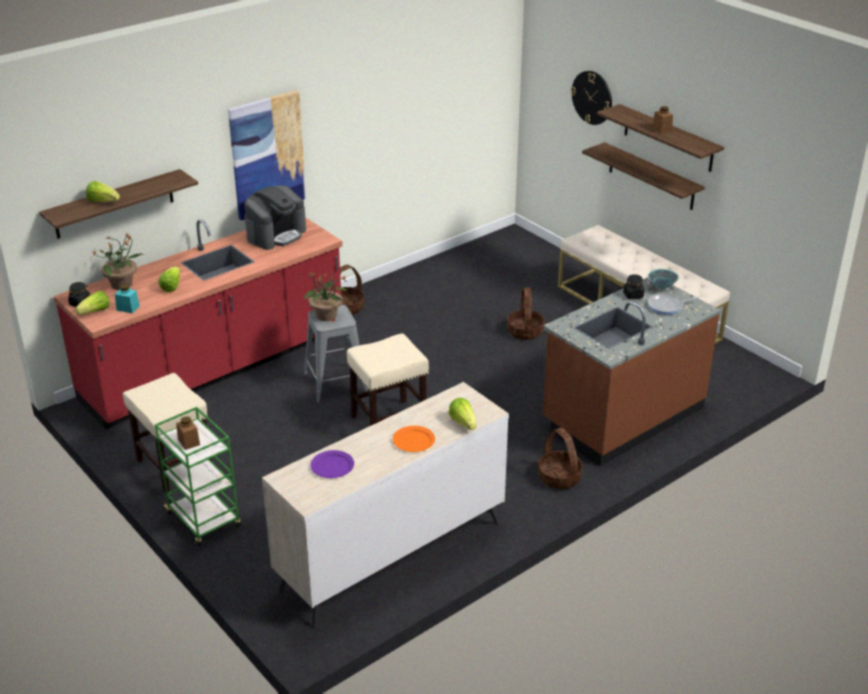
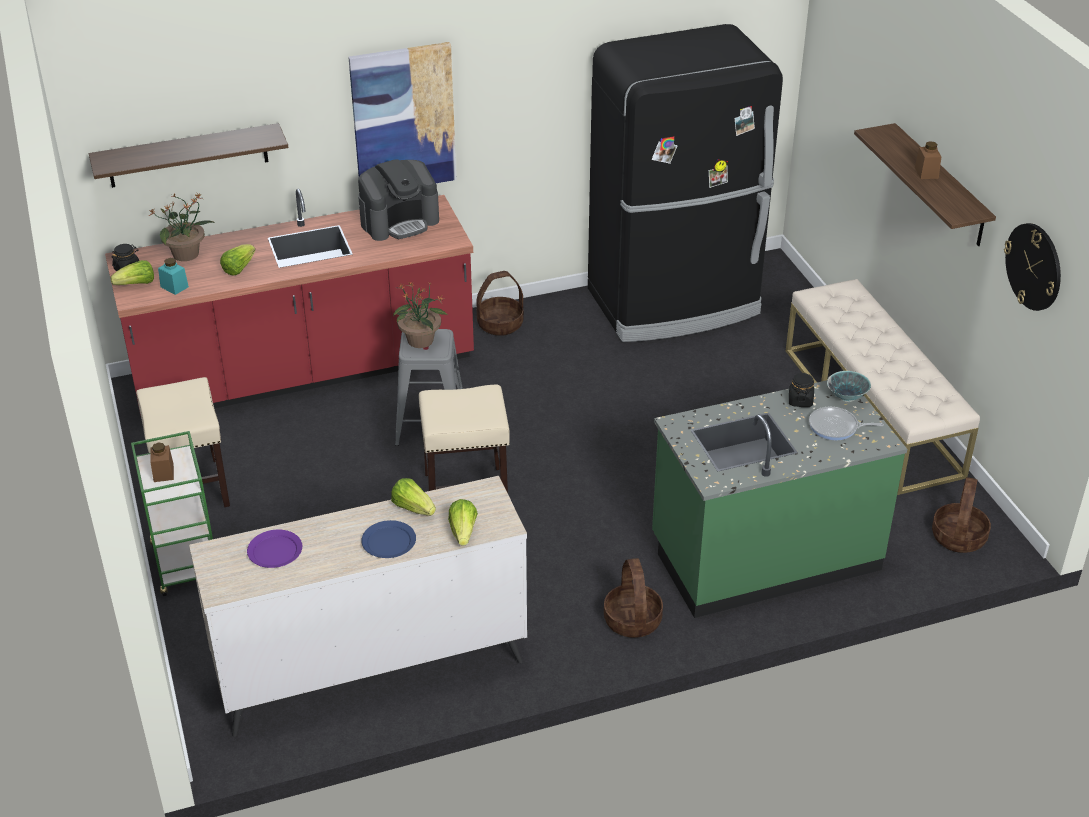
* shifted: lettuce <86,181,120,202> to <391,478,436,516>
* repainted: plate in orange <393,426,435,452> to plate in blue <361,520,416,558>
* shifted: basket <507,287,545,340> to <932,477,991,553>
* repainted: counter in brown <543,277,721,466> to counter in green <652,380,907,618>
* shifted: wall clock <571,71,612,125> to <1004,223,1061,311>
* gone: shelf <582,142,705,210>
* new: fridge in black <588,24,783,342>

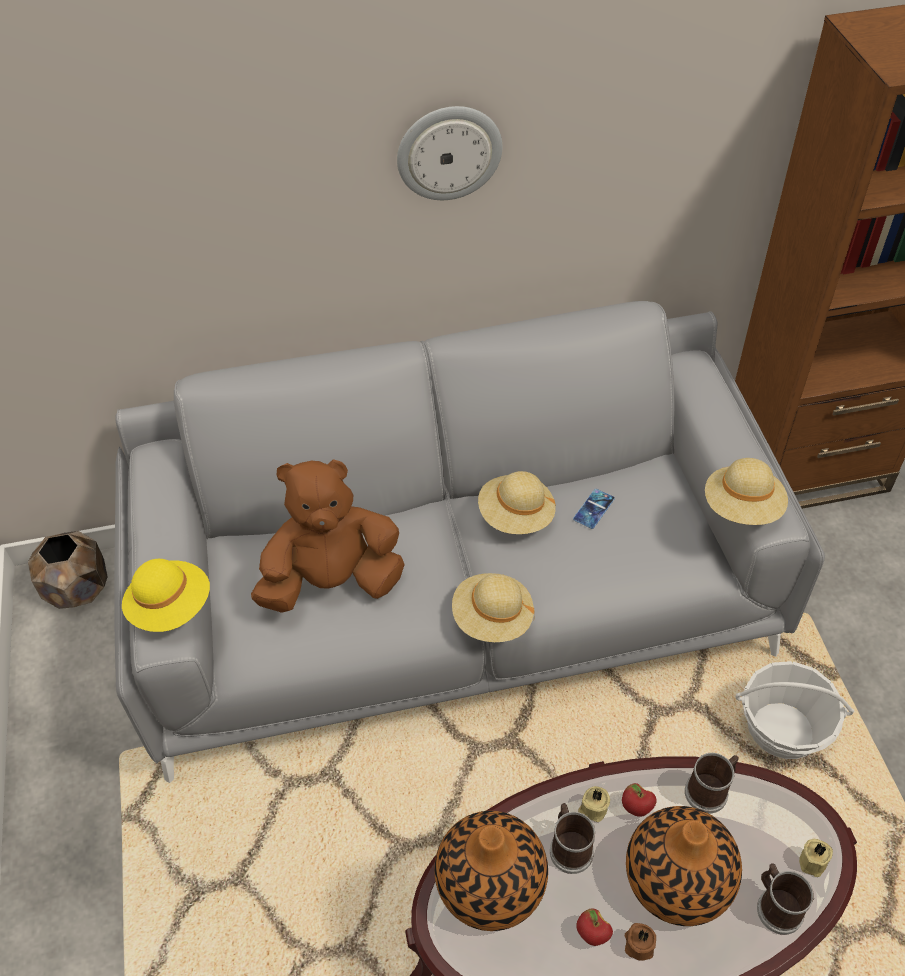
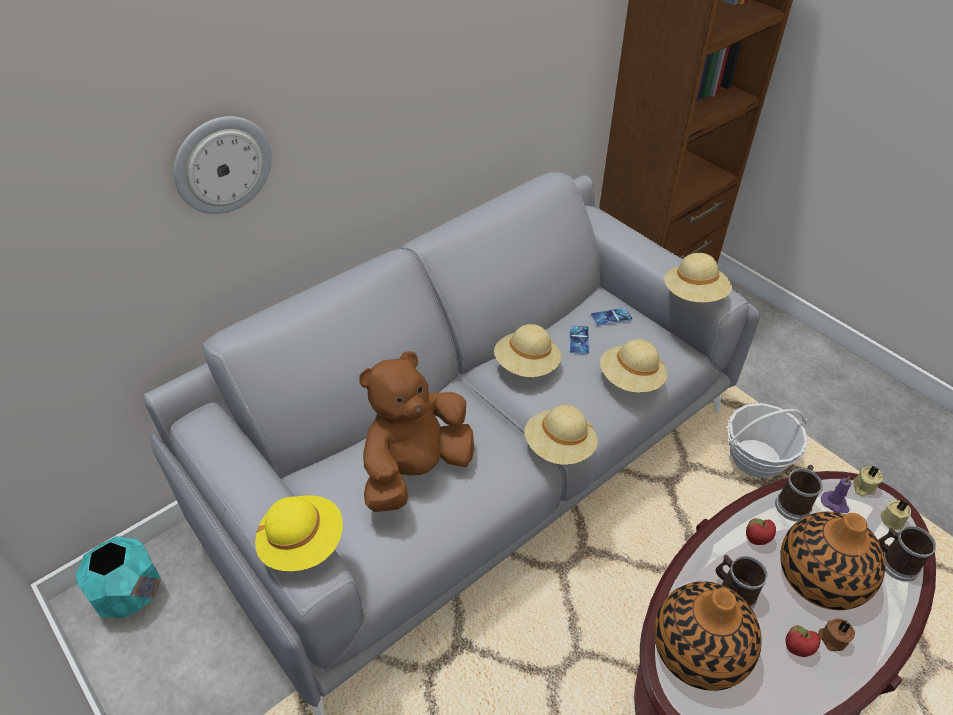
* repainted: planter in brown <28,531,108,609> to planter in turquoise <76,536,161,619>
* shifted: wall clock <397,106,503,200> to <174,116,272,214>
* shifted: candle in beige <578,786,610,822> to <853,466,883,496>
* new: phone <591,307,632,326>
* new: hat in beige <600,339,667,393>
* new: candle in purple <821,476,852,513>

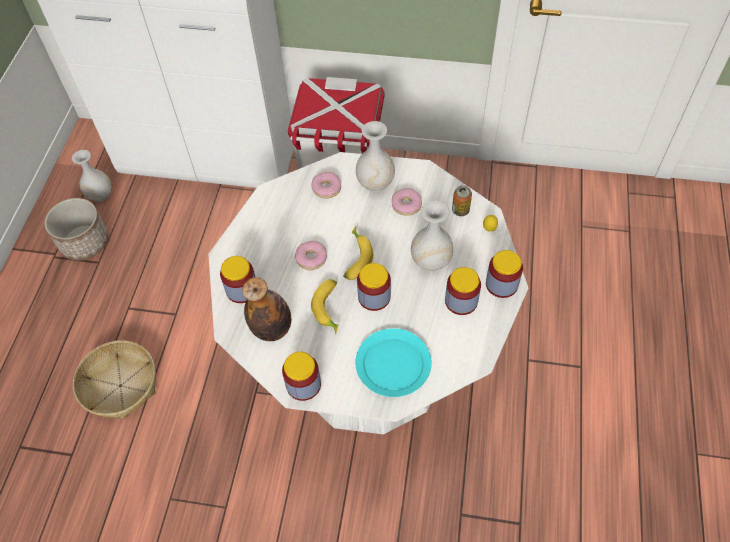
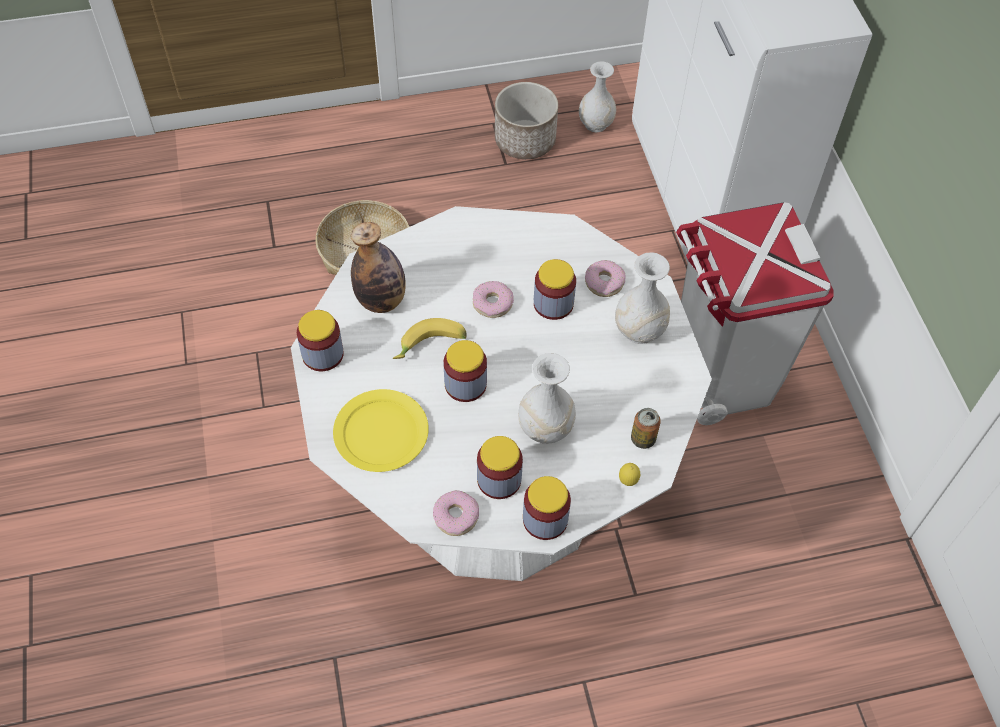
* shifted: jar <220,256,255,303> to <534,259,576,320>
* gone: banana <343,226,373,280>
* repainted: plate in turquoise <355,328,432,397> to plate in yellow <333,389,429,472>
* shifted: donut <392,188,422,216> to <433,490,479,536>

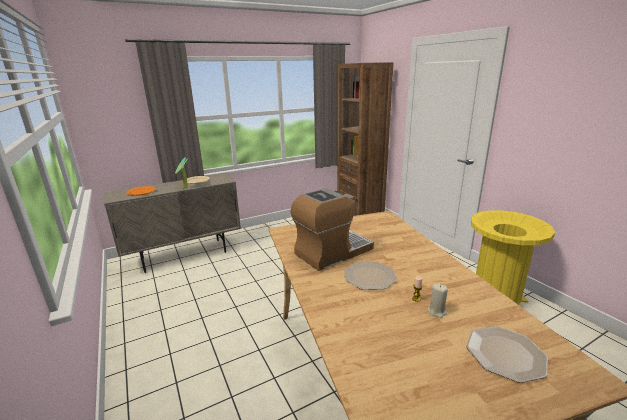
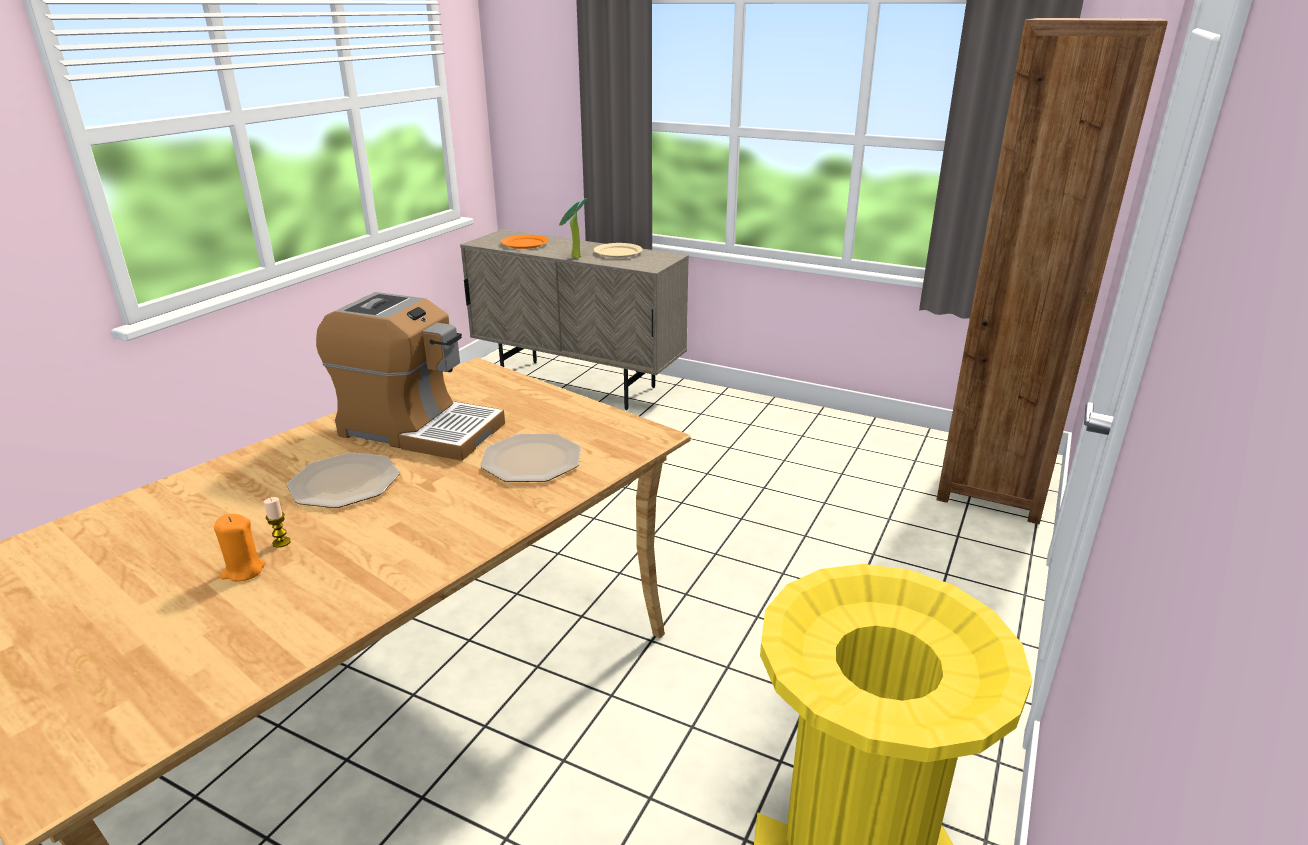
* repainted: candle in beige <427,284,448,318> to candle in orange <214,514,265,582>
* shifted: plate <466,326,548,383> to <480,433,581,482>

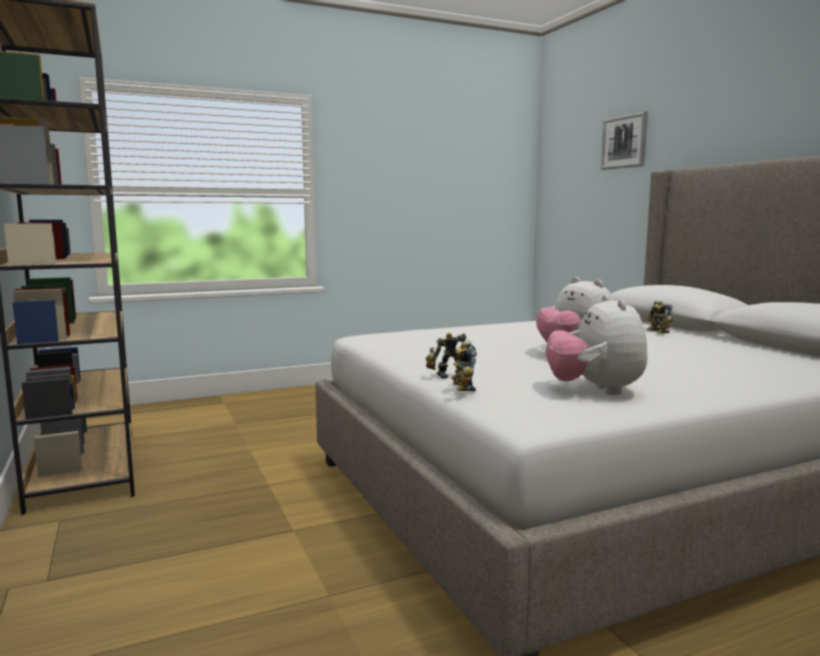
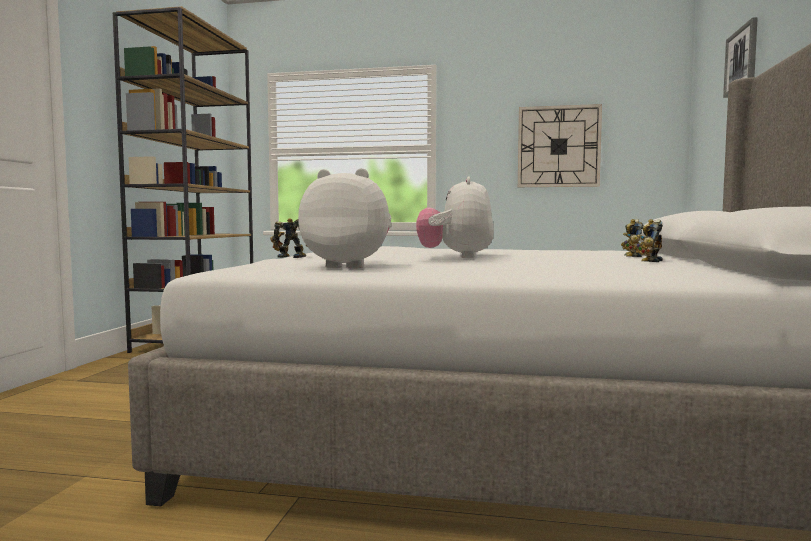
* shifted: toy robot <452,340,477,391> to <634,219,663,262>
* rotated: plush toy <546,295,647,395> = <298,168,391,269> 75 degrees clockwise
* new: wall clock <518,104,602,187>

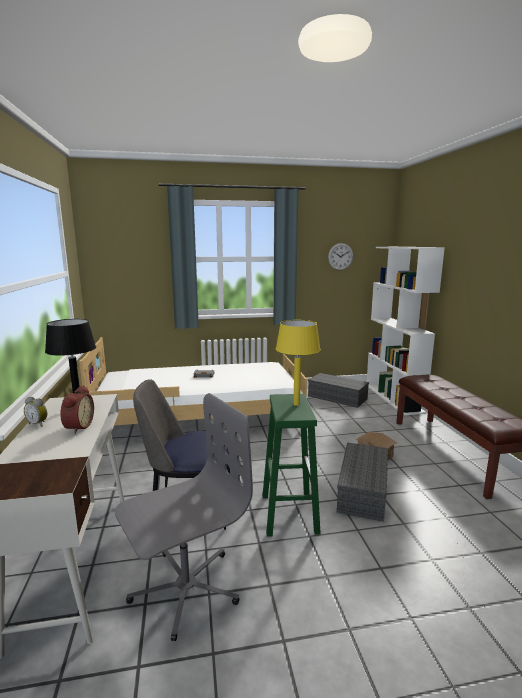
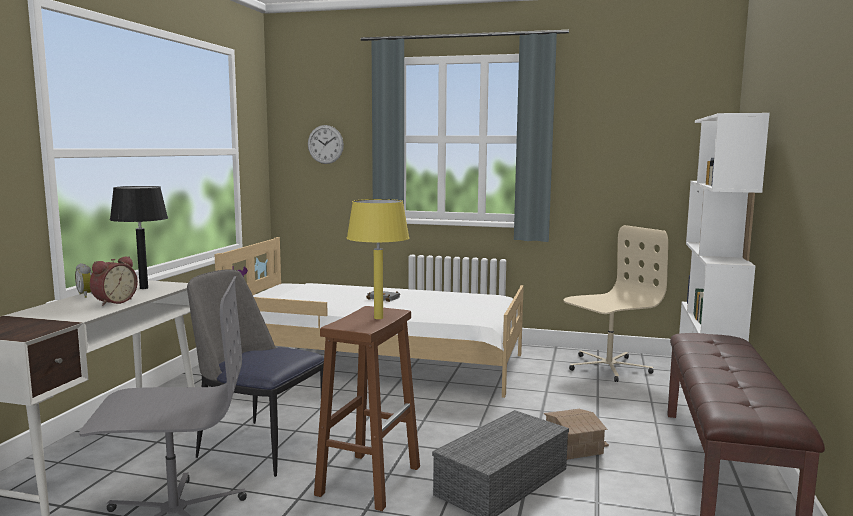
* repainted: stool in green <263,394,321,537> to stool in brown <314,306,420,511>
* swapped: storage box in grey <308,373,369,408> to office chair in beige <564,225,668,382>
* shifted: wall clock <328,243,353,270> to <308,125,344,164>

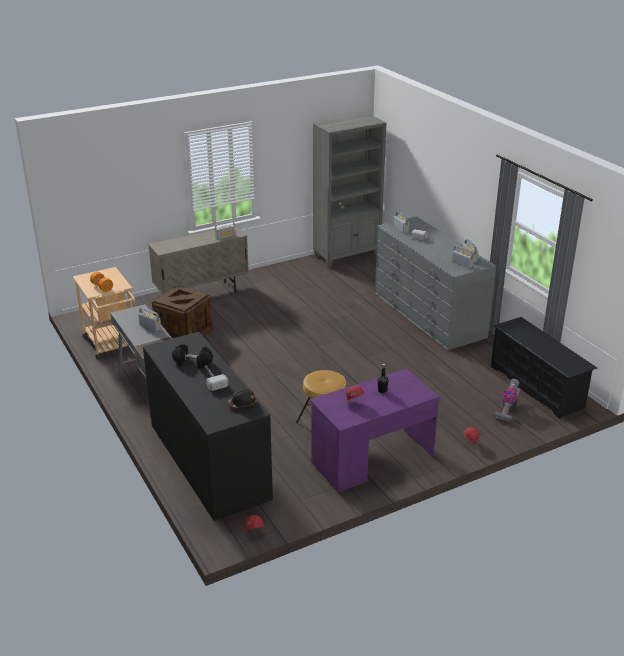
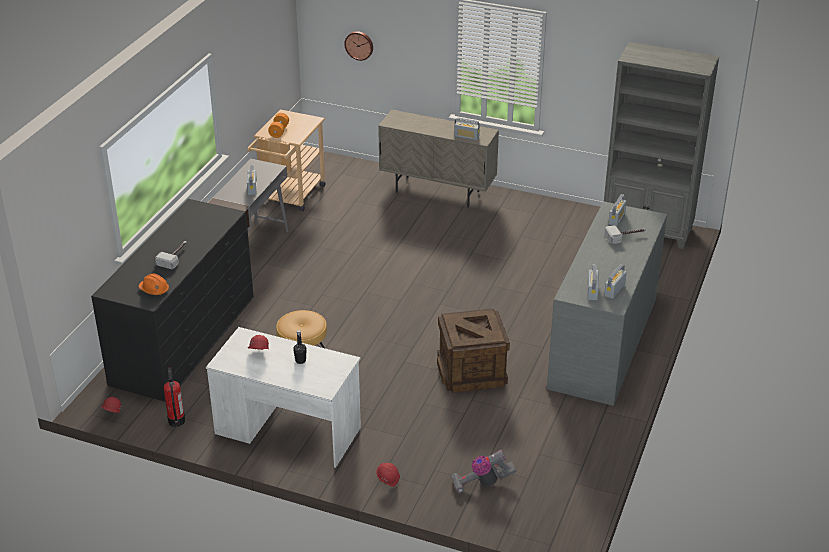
* shifted: crate <152,286,213,339> to <437,308,510,393>
* gone: dumbbell in black <172,344,213,368>
* repainted: hard hat in black <227,388,257,408> to hard hat in orange <139,273,169,295>
* repainted: desk in purple <310,369,440,493> to desk in white <206,327,361,468>
* gone: shoe rack in black <491,317,597,419>
* new: fire extinguisher <164,367,185,427>
* new: wall clock <344,31,373,61>

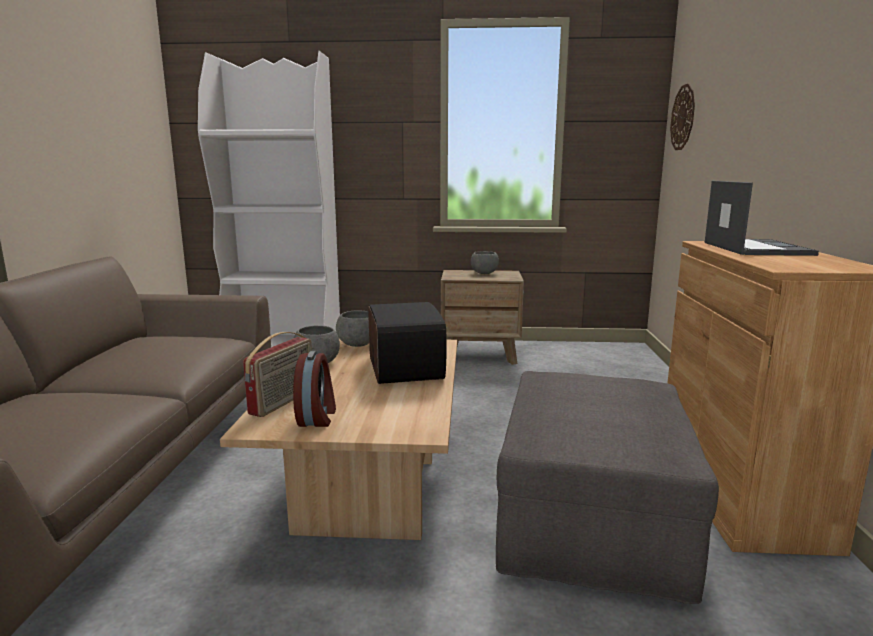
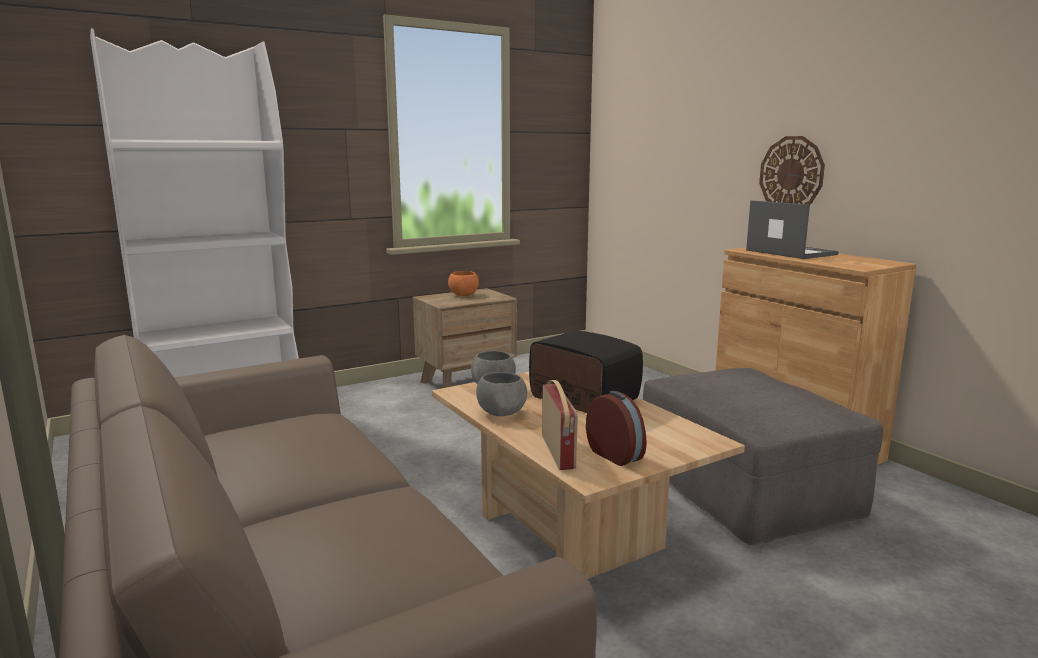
* repainted: bowl in grey <471,251,499,274> to bowl in orange <448,271,479,296>
* shifted: wall clock <670,83,695,150> to <759,136,825,205>

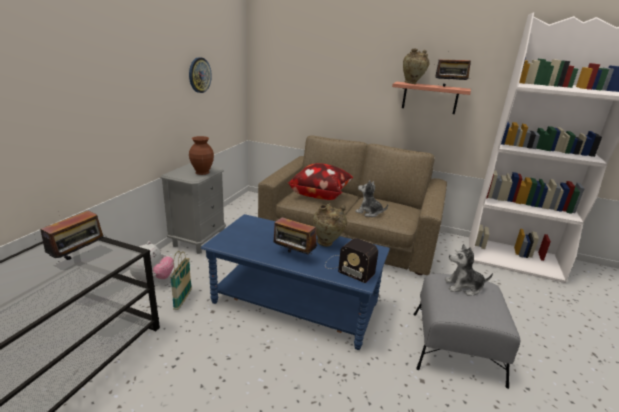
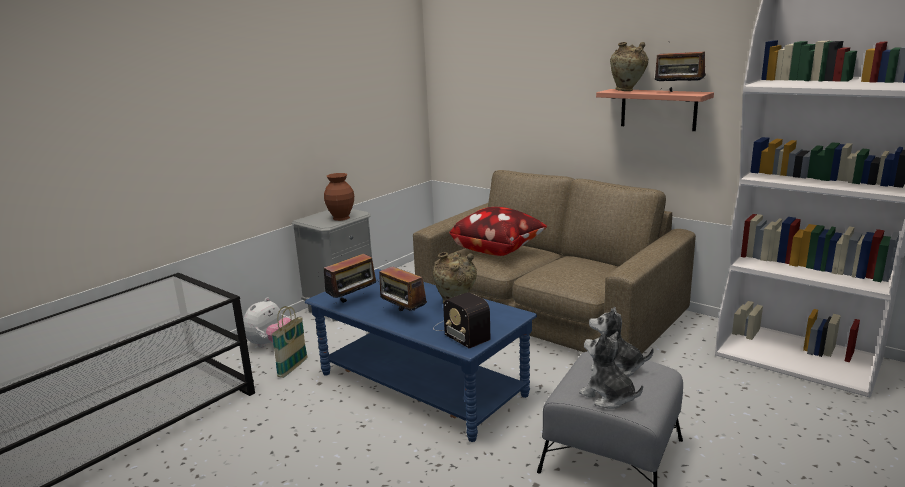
* shifted: radio <40,211,106,262> to <324,254,379,303>
* gone: wall clock <189,57,212,93>
* shifted: plush toy <355,180,388,217> to <579,332,643,409>

